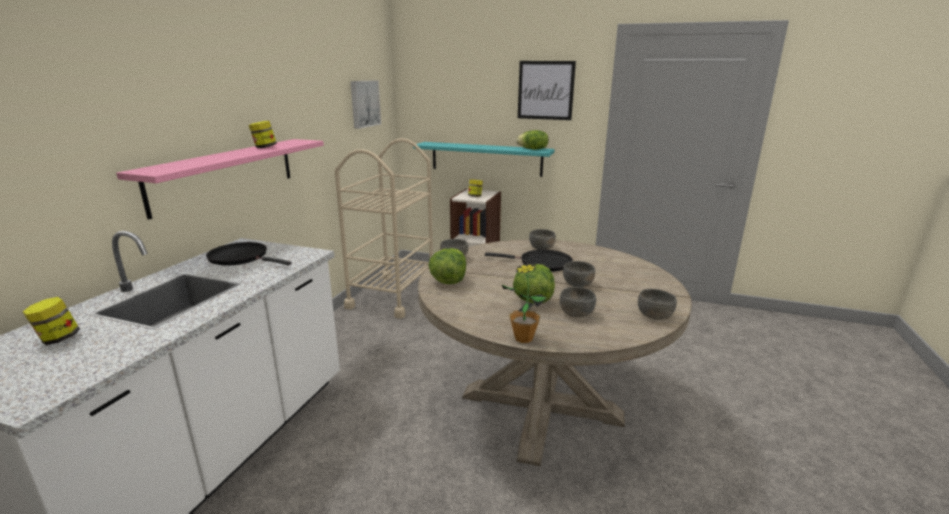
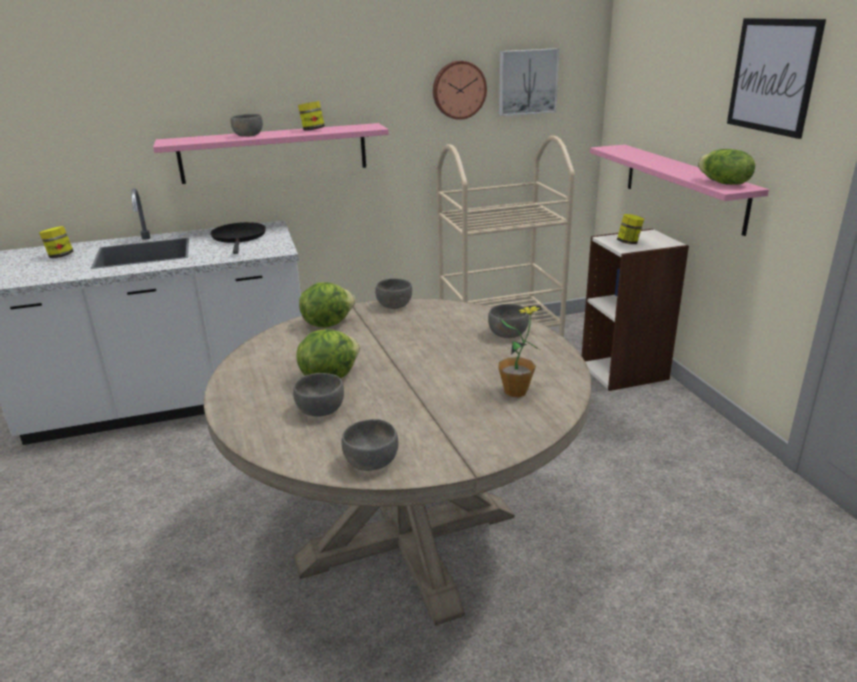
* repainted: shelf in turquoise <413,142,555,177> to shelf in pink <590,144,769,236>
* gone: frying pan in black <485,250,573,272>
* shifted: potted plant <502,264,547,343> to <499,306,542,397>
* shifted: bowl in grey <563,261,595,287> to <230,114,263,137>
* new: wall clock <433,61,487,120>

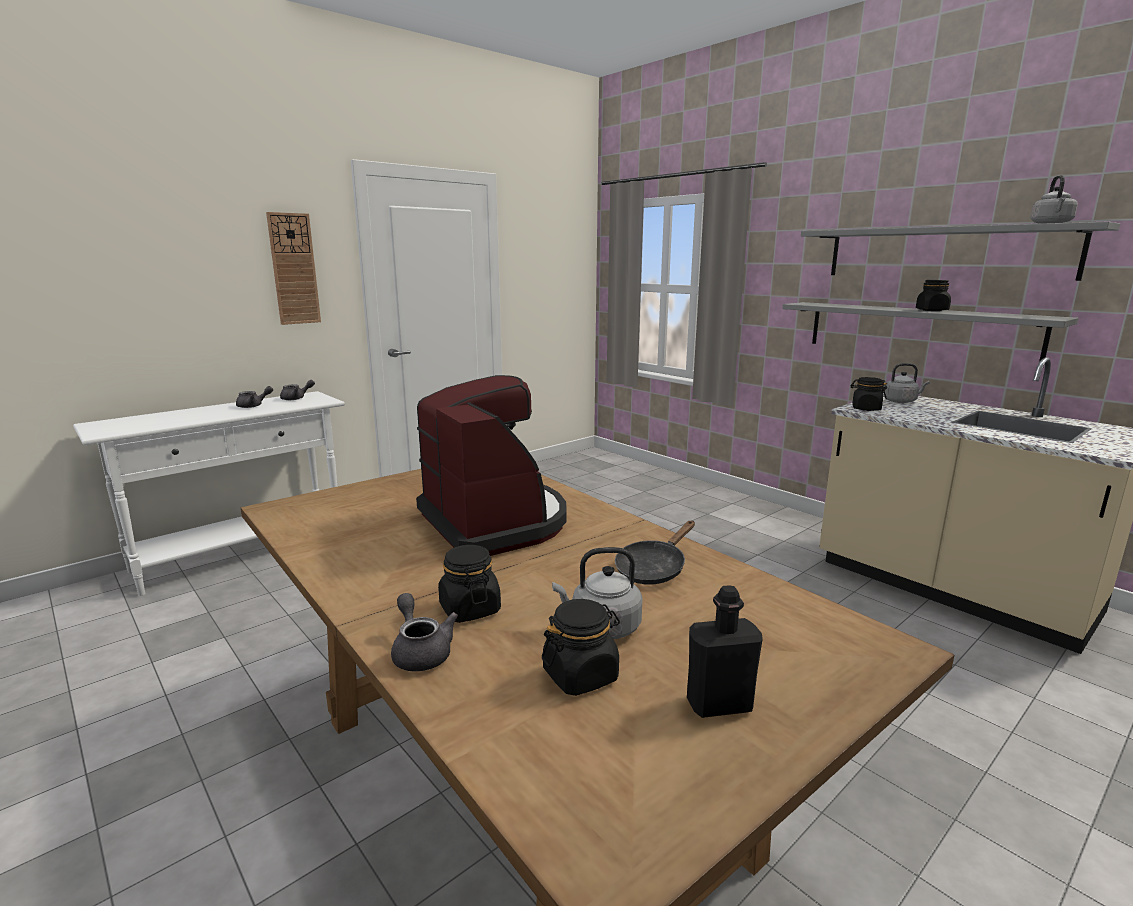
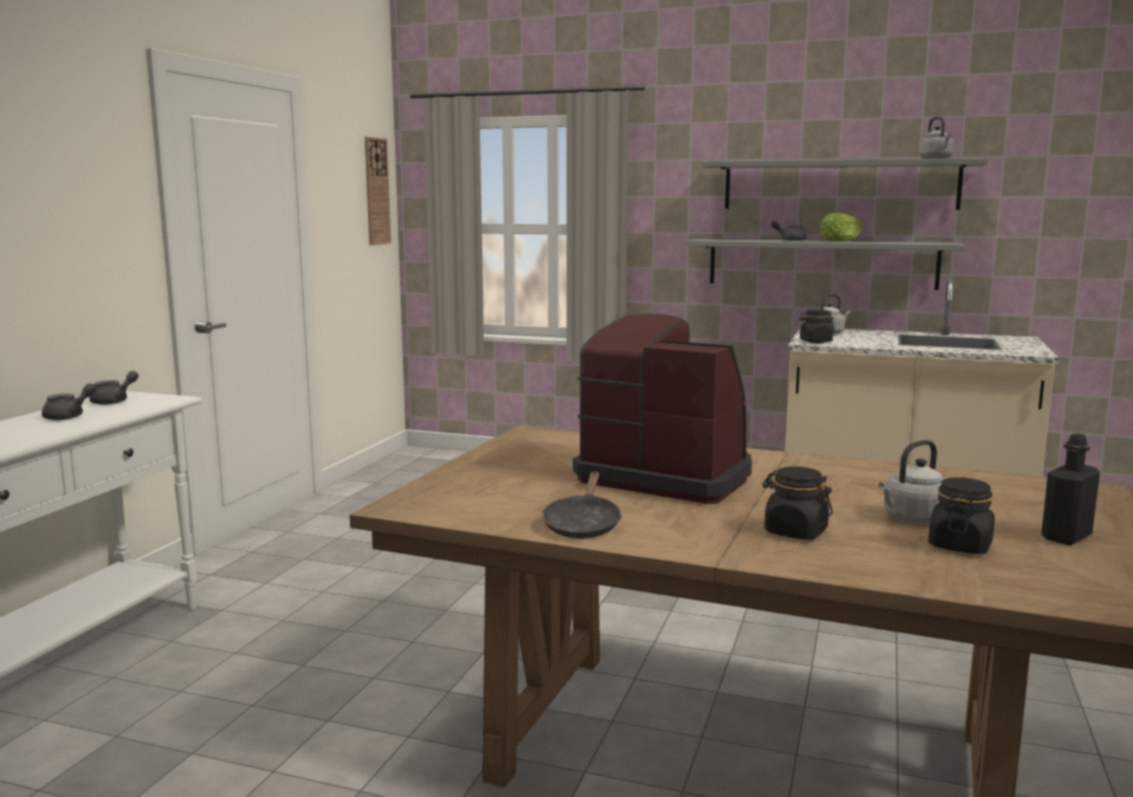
* shifted: wall clock <266,212,321,325> to <365,137,391,245>
* shifted: teapot in grey <391,593,458,671> to <771,221,807,241>
* shifted: frying pan in black <615,521,695,585> to <542,472,622,539>
* swapped: jar in black <916,280,951,311> to lettuce <820,213,864,242>

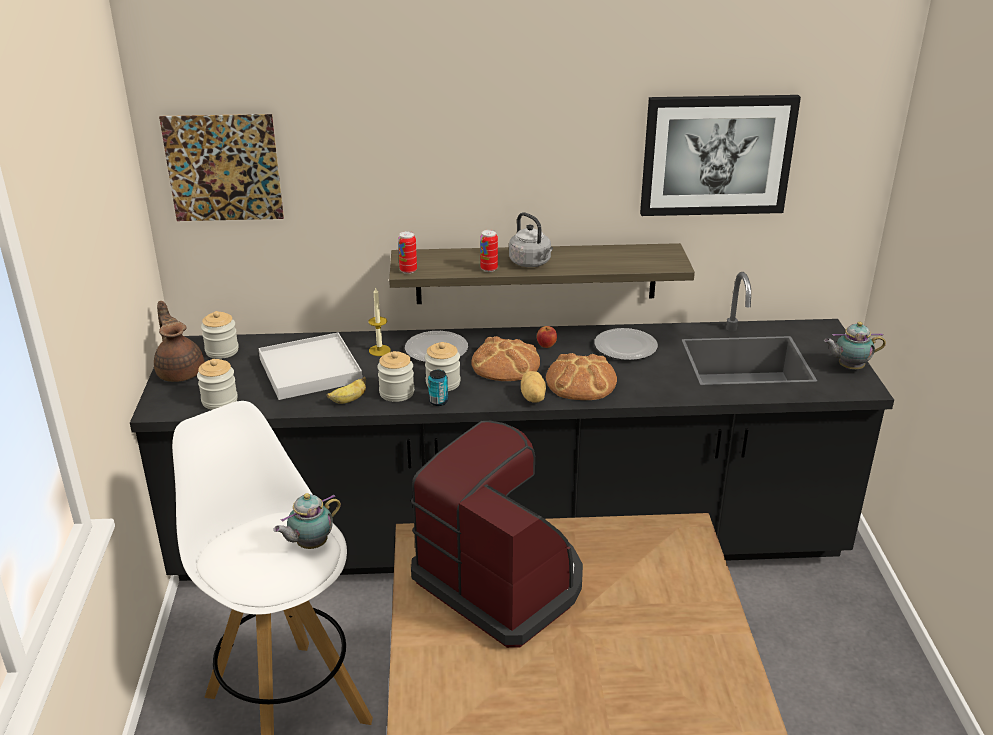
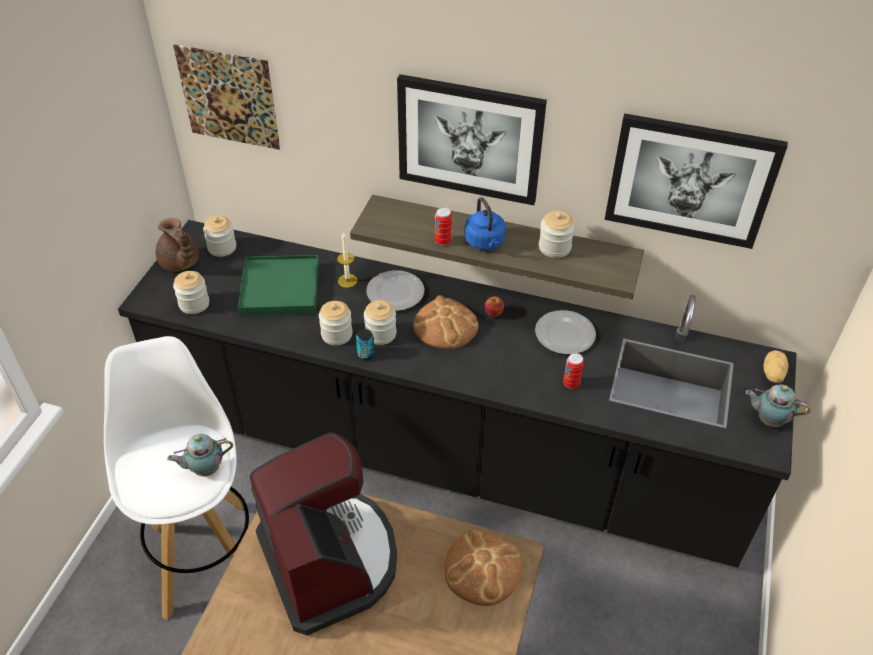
* rotated: teapot in brown <154,301,205,382> = <156,218,199,271> 150 degrees clockwise
* repainted: tray in white <258,332,362,400> to tray in green <238,255,319,316>
* gone: banana <327,377,366,404>
* shifted: can <398,231,417,274> to <563,353,584,389>
* repainted: kettle in grey <509,212,553,267> to kettle in blue <465,197,506,250>
* shifted: potato <521,371,546,403> to <764,350,789,383>
* shifted: bread <546,353,617,400> to <444,529,523,606>
* new: picture <397,74,547,205>
* new: jar <539,211,575,258>

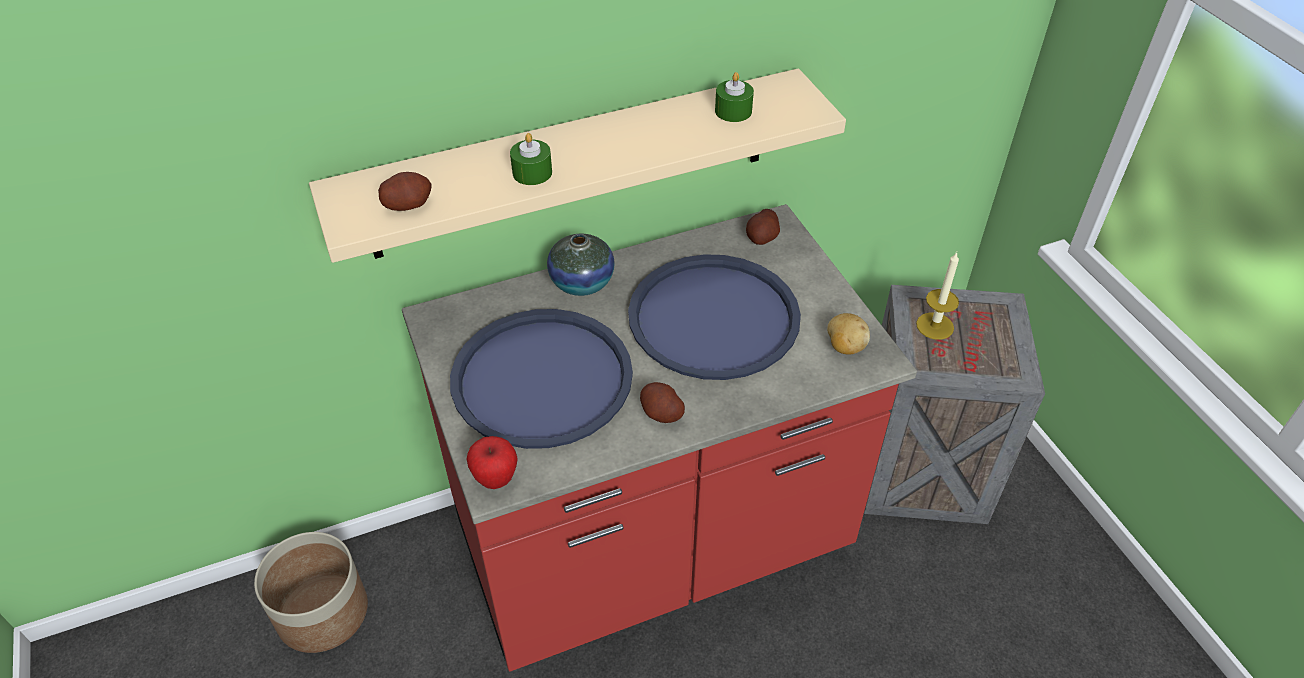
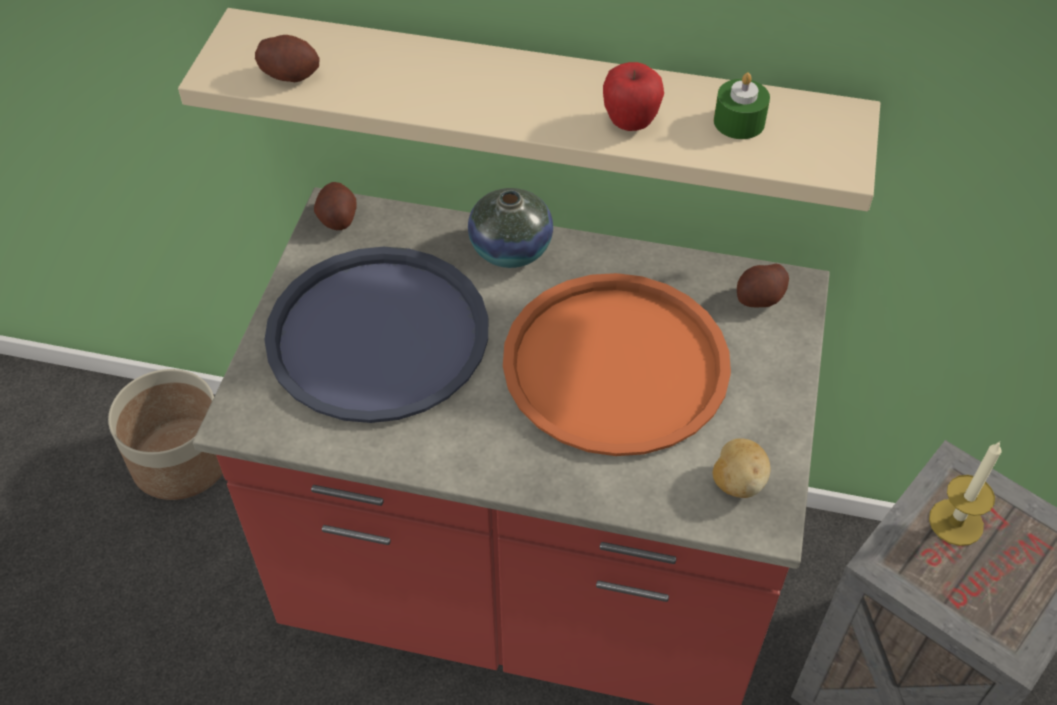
* shifted: apple <466,436,518,489> to <603,62,664,131>
* gone: candle in green <510,133,552,185>
* repainted: tray in blue <628,254,801,380> to tray in orange <503,273,731,456>
* shifted: potato <640,382,685,423> to <314,182,357,230>

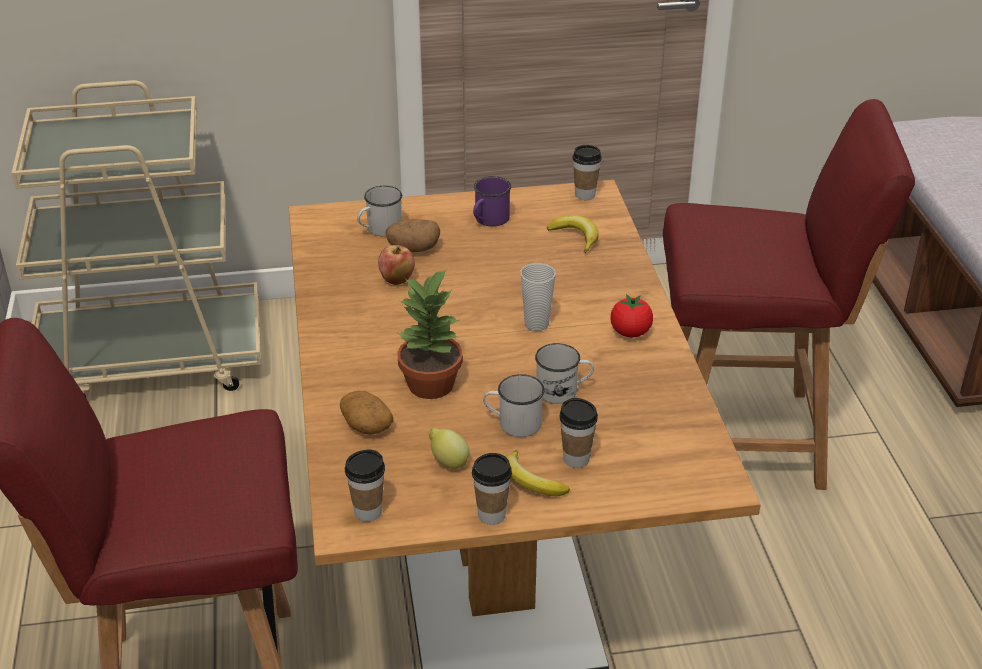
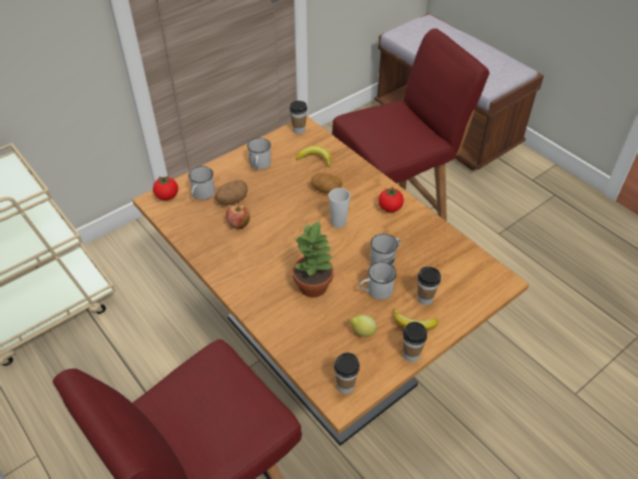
* shifted: potato <340,391,394,435> to <311,173,343,193>
* repainted: mug in purple <473,176,511,226> to mug in white <247,138,271,170>
* new: tomato <153,175,178,200>

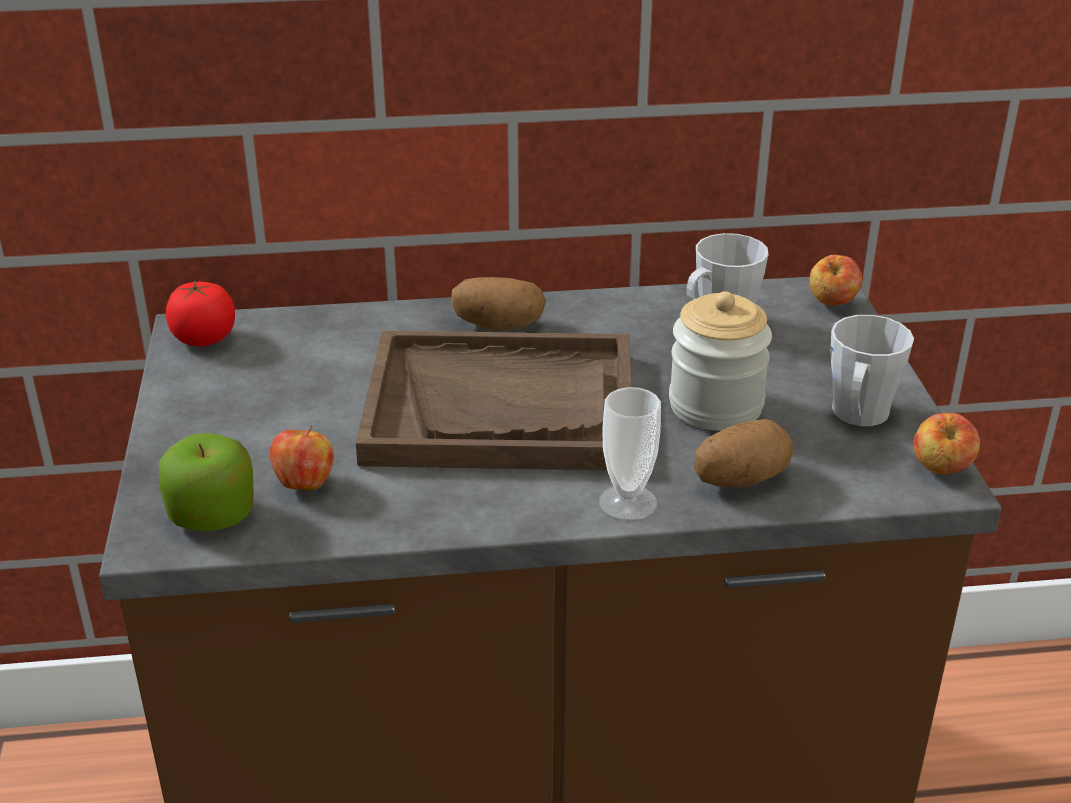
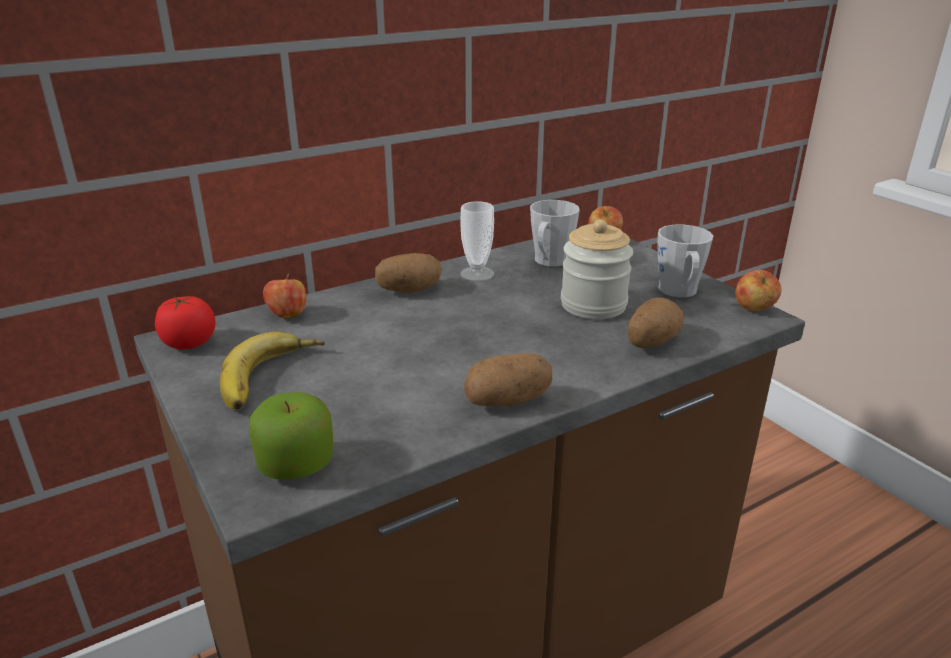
* shifted: apple <270,425,334,490> to <263,274,307,318>
* gone: tray in brown <356,331,632,470>
* shifted: cup <599,387,661,521> to <460,201,494,281>
* new: banana <220,331,325,410>
* new: potato <464,353,552,406>

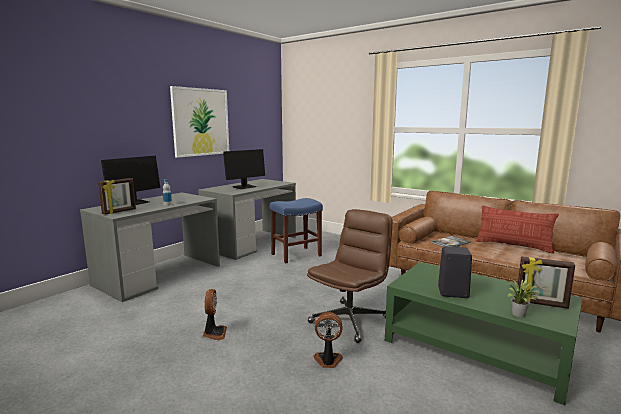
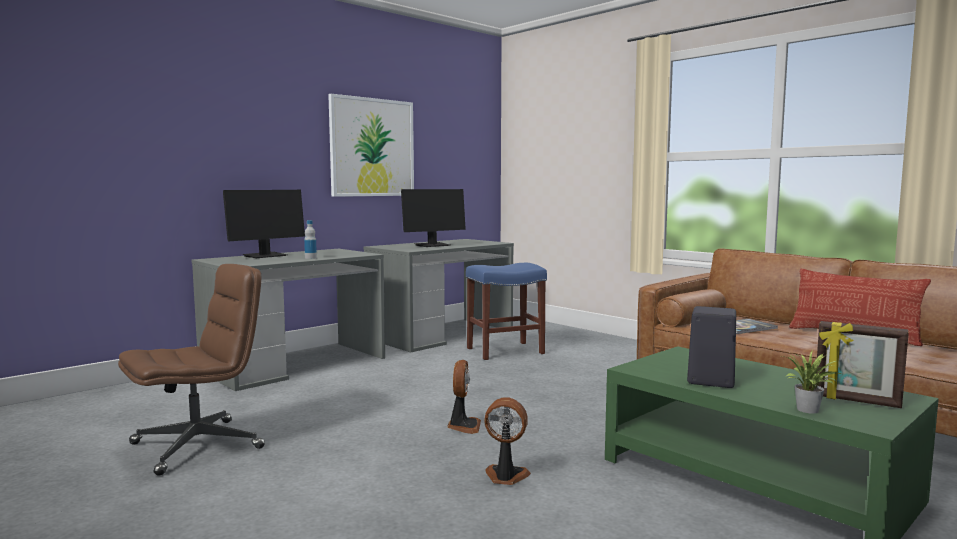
* gone: picture frame <98,178,136,215>
* shifted: fan <203,289,227,340> to <447,360,481,434>
* shifted: office chair in brown <307,209,393,343> to <118,264,265,476>

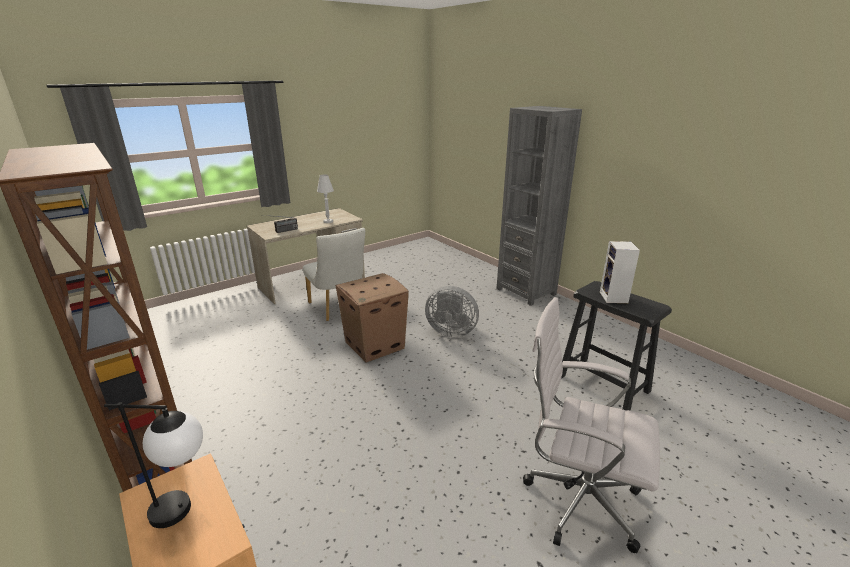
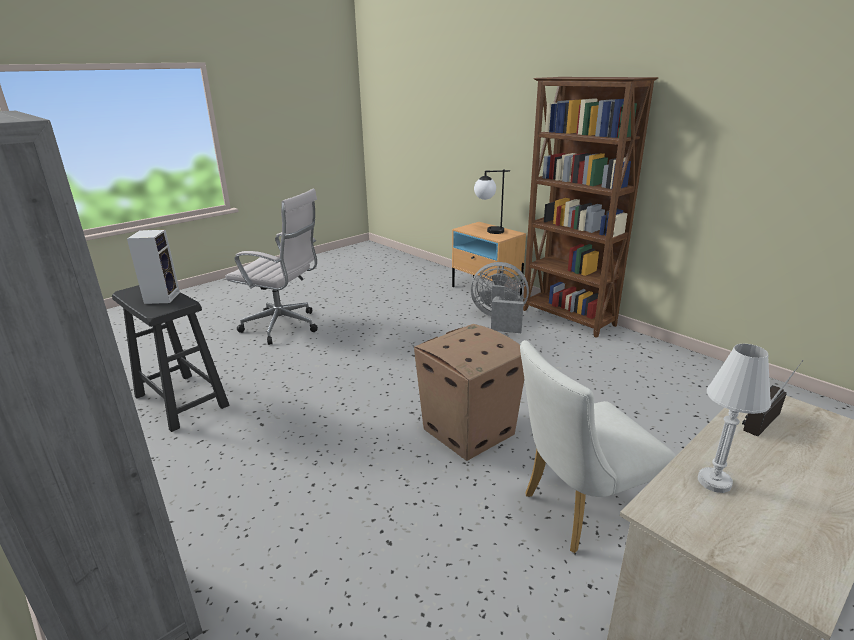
* rotated: chair in white <303,228,365,321> = <520,340,676,553> 75 degrees counterclockwise
* shifted: fan in grey <425,286,479,337> to <470,262,529,333>

